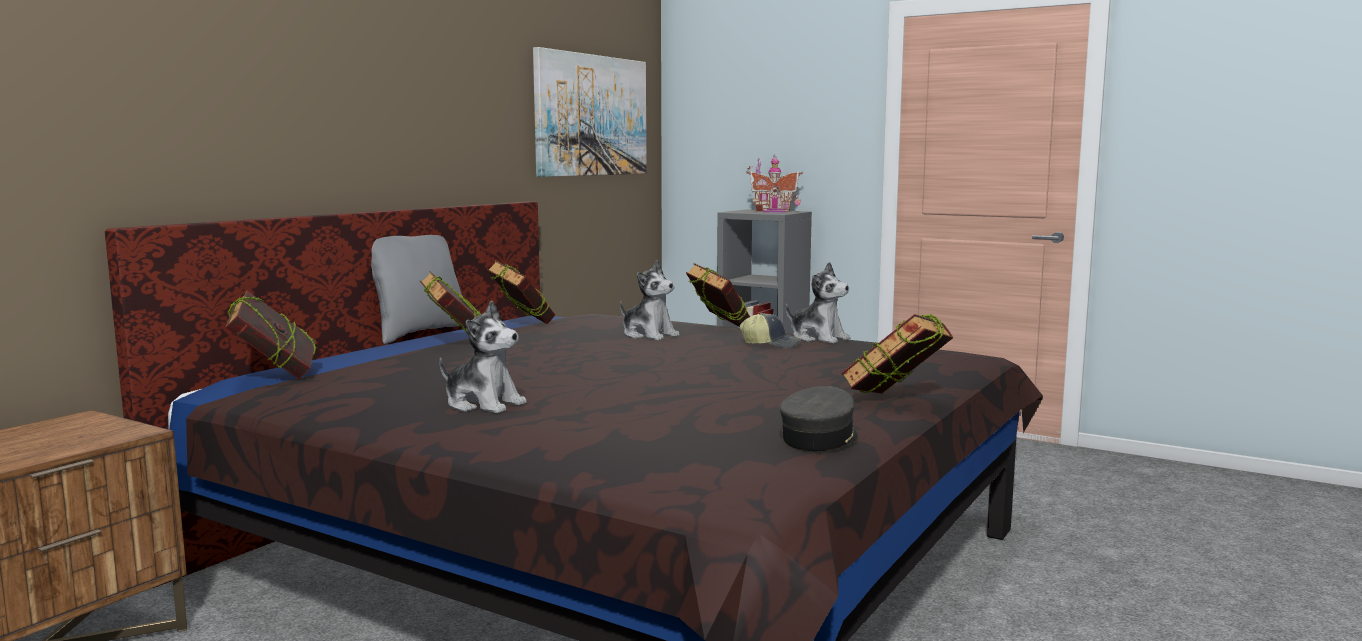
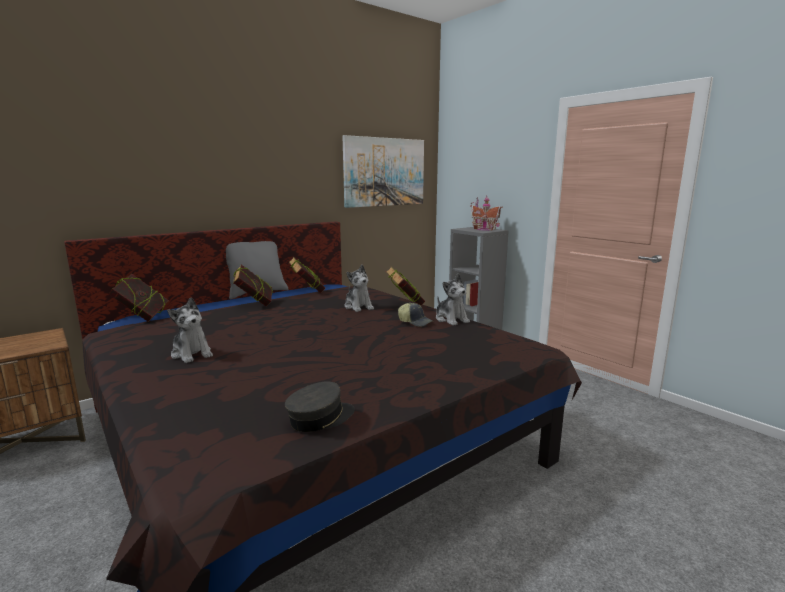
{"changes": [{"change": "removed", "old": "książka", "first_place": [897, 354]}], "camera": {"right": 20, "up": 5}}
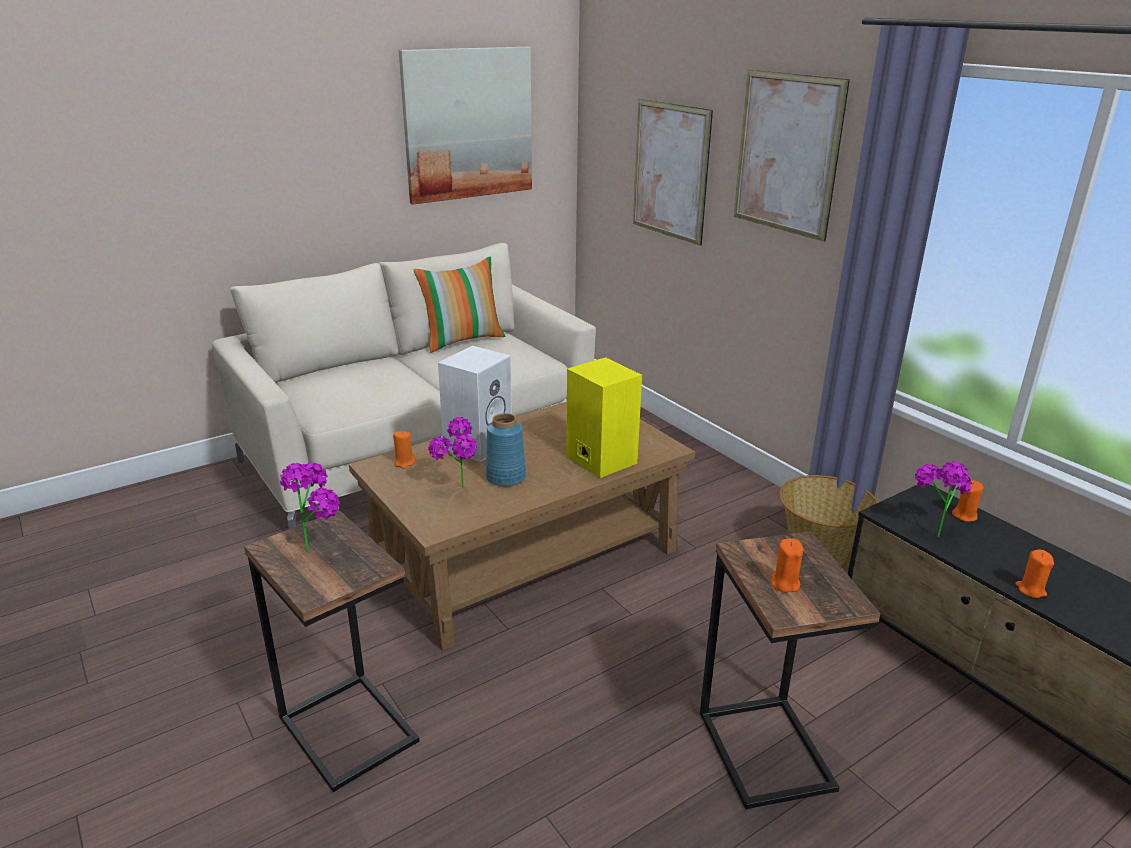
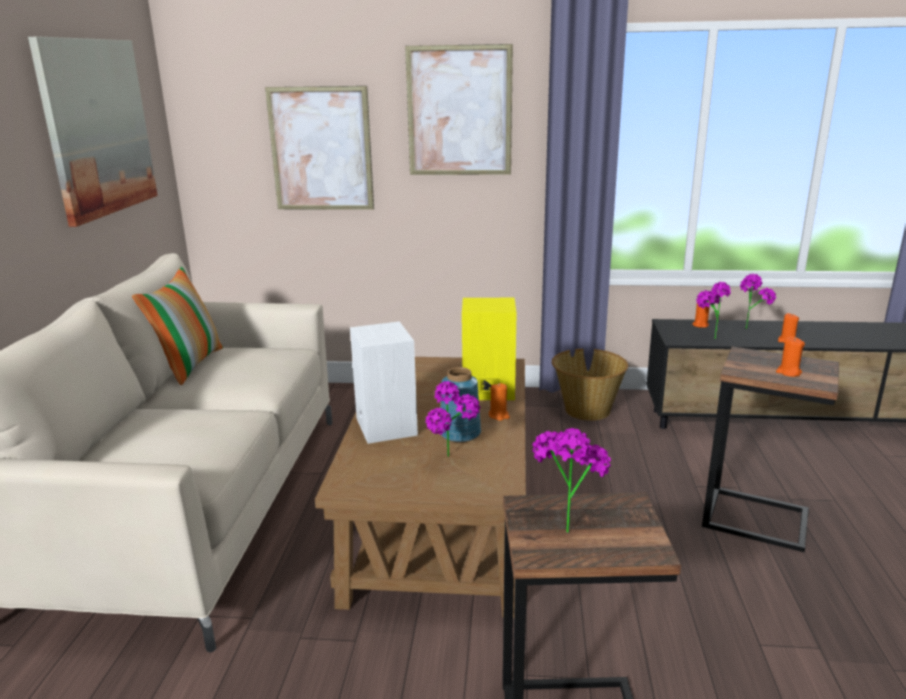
{"changes": [{"change": "moved", "old": "świeca (pomarańczowy)", "first_place": [404, 450], "second_place": [499, 402]}, {"change": "added", "new": "roślina doniczkowa", "second_place": [758, 301]}], "camera": {"right": -50, "up": -5}}
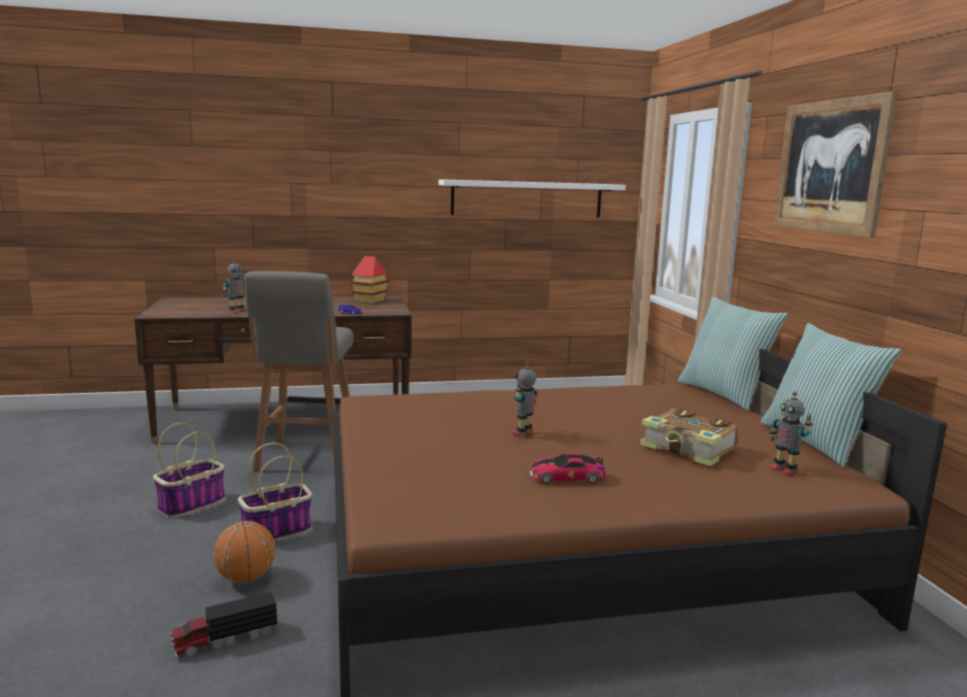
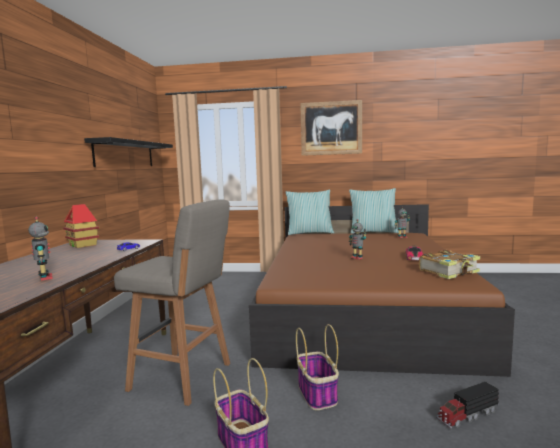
{"changes": [{"change": "recoloured", "old": "półka (biały)", "new": "półka (czarny)", "first_place": [532, 198], "second_place": [128, 152]}, {"change": "moved", "old": "książka", "first_place": [689, 437], "second_place": [449, 264]}, {"change": "removed", "old": "piłka do koszykówki", "first_place": [244, 552]}, {"change": "turned", "old": "ciężarówka zabawkowa", "first_place": [224, 625], "second_place": [467, 405], "degrees": 75}], "camera": {"right": -70, "up": -5}}
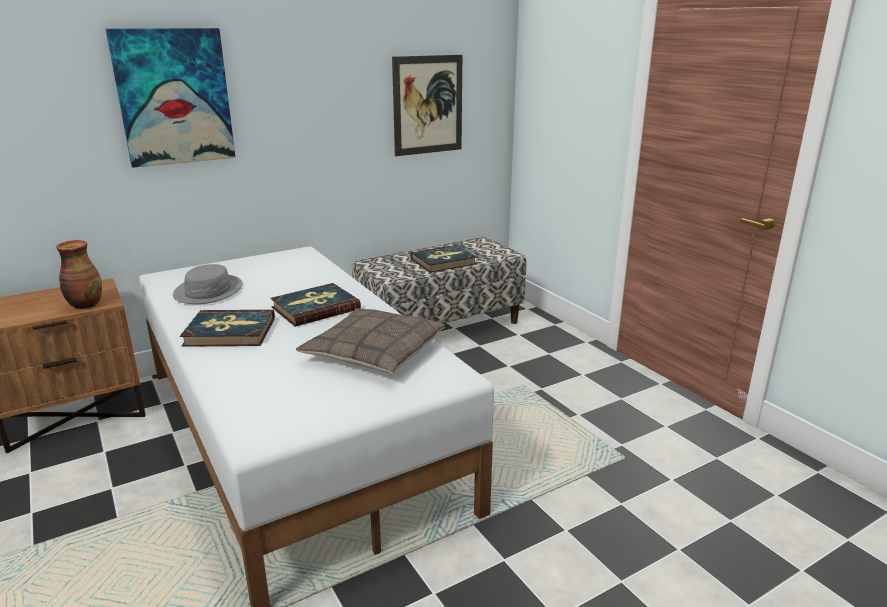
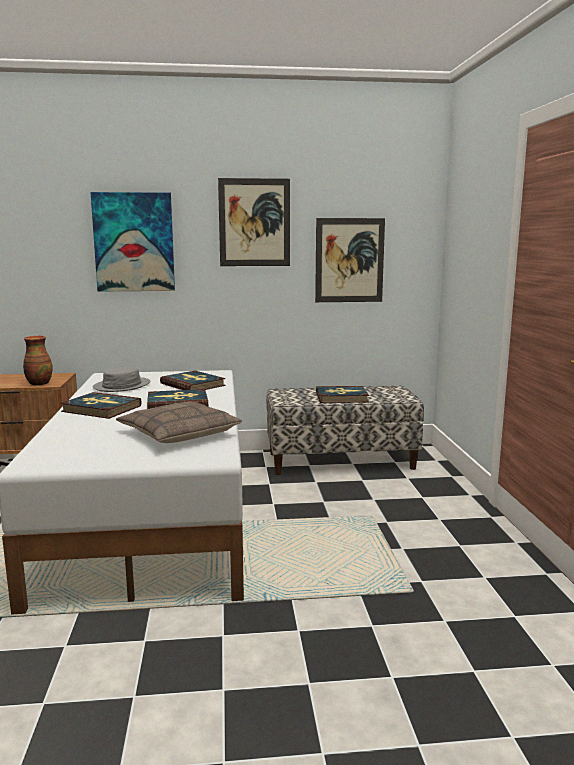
{"changes": [{"change": "added", "new": "obraz", "second_place": [254, 222]}, {"change": "added", "new": "książka", "second_place": [193, 380]}], "camera": {"right": 25, "up": -10}}
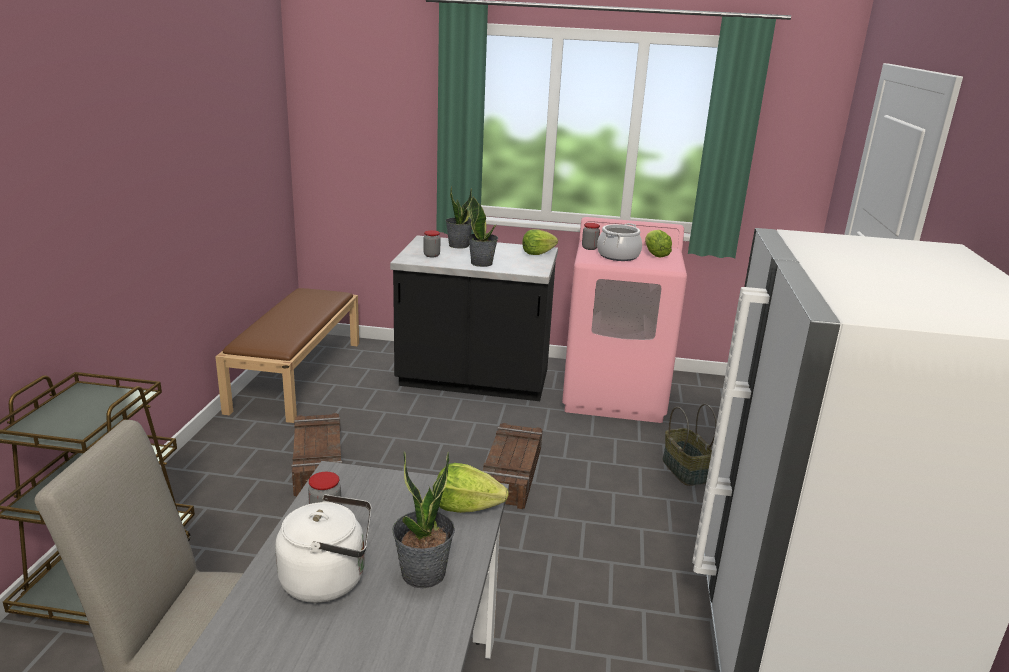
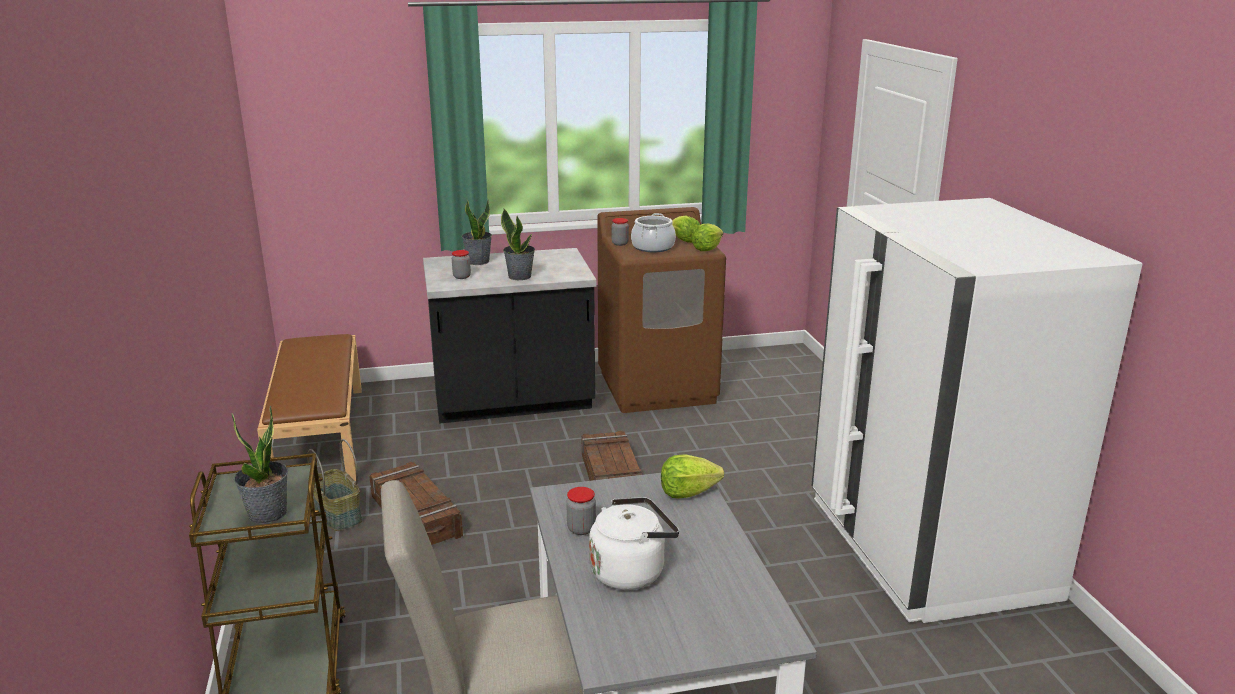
{"changes": [{"change": "recoloured", "old": "pralka (różowy)", "new": "pralka (brązowy)", "first_place": [624, 320], "second_place": [661, 310]}, {"change": "moved", "old": "sałata", "first_place": [540, 242], "second_place": [707, 237]}, {"change": "moved", "old": "koszyk", "first_place": [689, 445], "second_place": [334, 485]}, {"change": "moved", "old": "roślina doniczkowa", "first_place": [424, 519], "second_place": [260, 465]}], "camera": {"right": -20, "up": 0}}
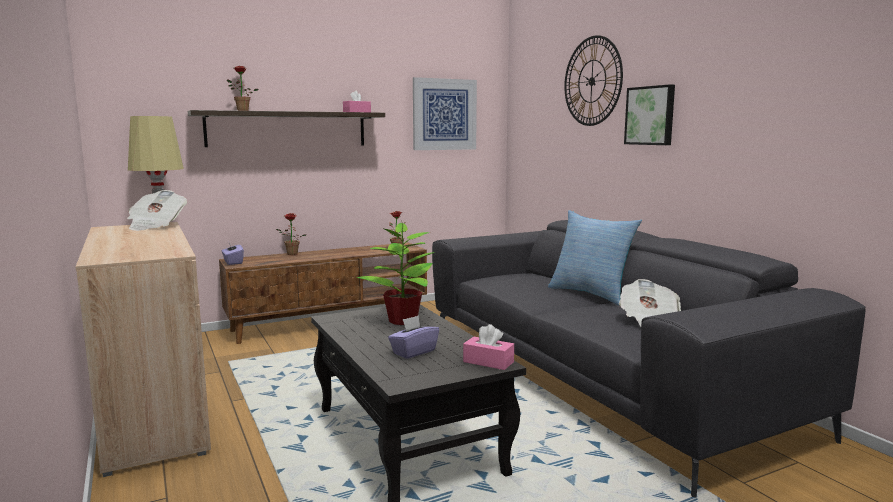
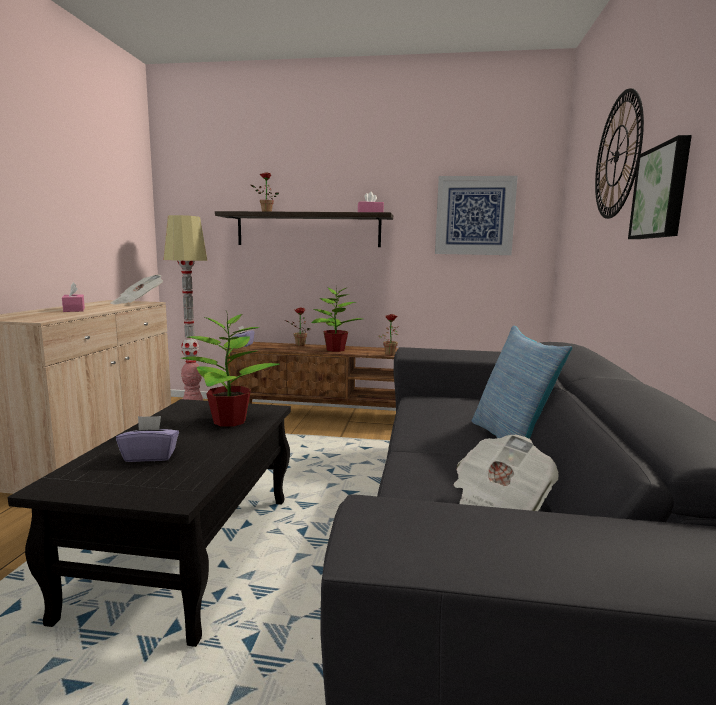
{"changes": [{"change": "moved", "old": "pudełko chusteczek (różowy)", "first_place": [488, 347], "second_place": [73, 297]}, {"change": "added", "new": "roślina doniczkowa", "second_place": [337, 318]}], "camera": {"right": 35, "up": 0}}
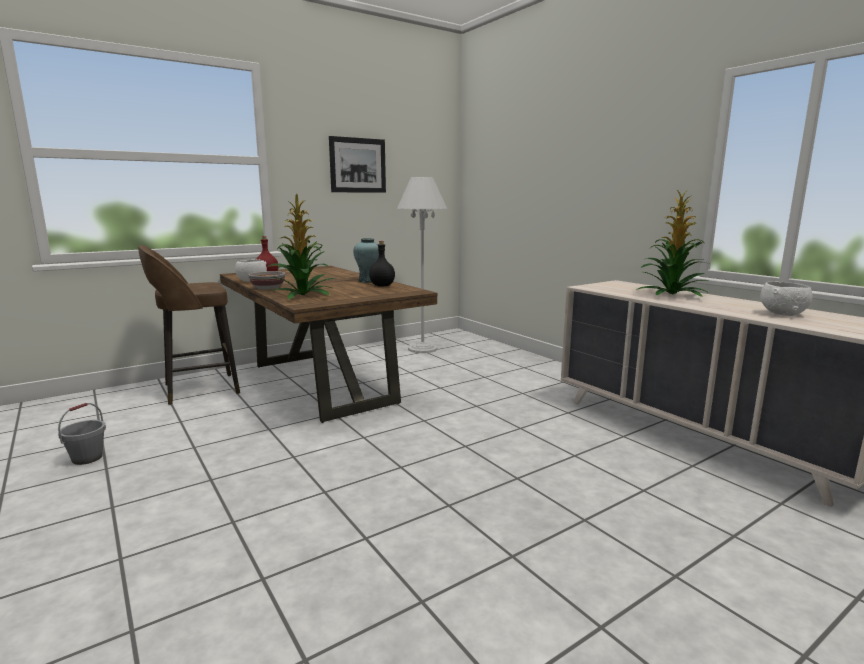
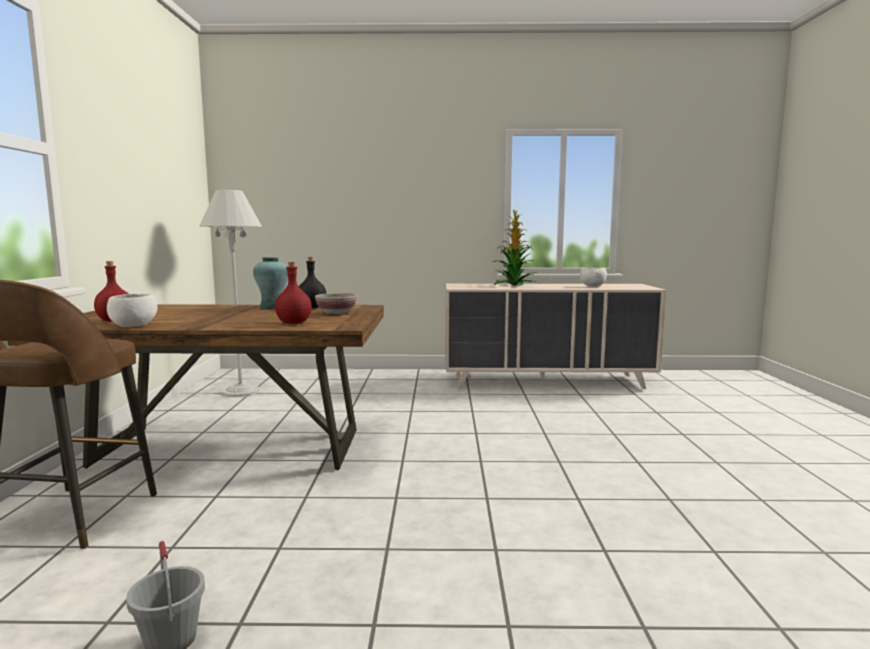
{"changes": [{"change": "removed", "old": "obraz", "first_place": [357, 164]}, {"change": "replaced", "old": "roślina doniczkowa", "new": "butelka (czerwony)", "first_place": [302, 246], "second_place": [293, 293]}, {"change": "moved", "old": "miska", "first_place": [266, 280], "second_place": [336, 303]}], "camera": {"right": -55, "up": -5}}
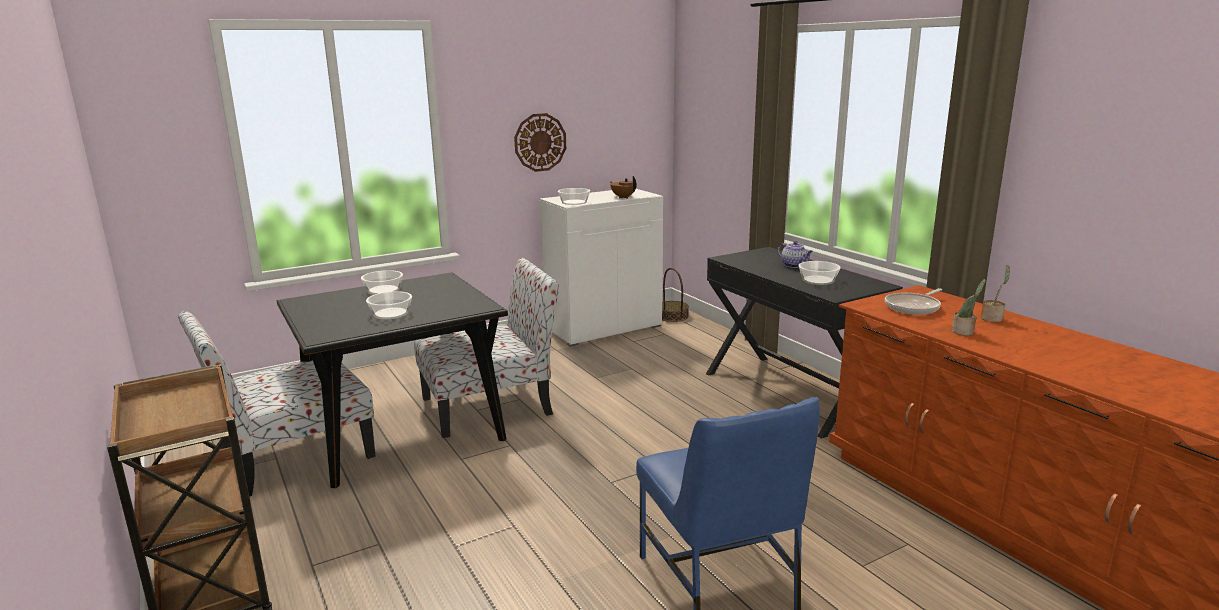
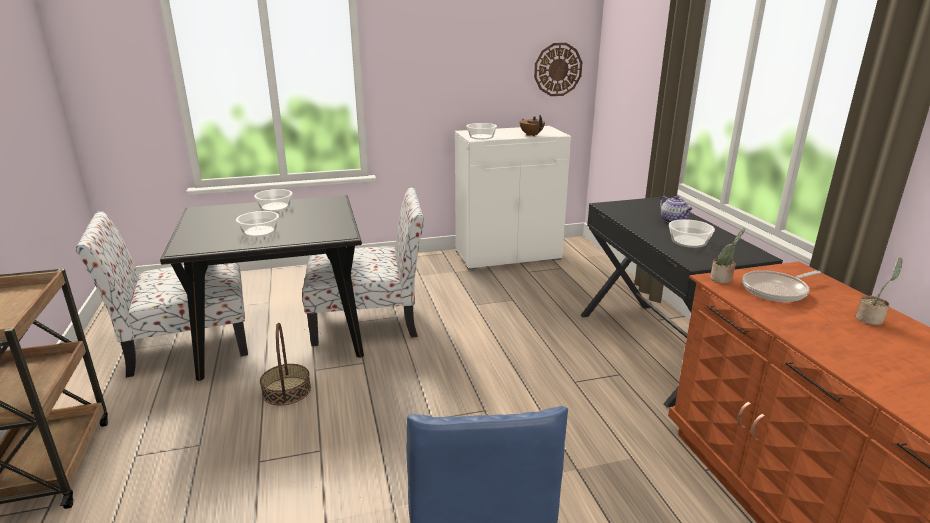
{"changes": [{"change": "moved", "old": "zegar ścienny", "first_place": [540, 142], "second_place": [558, 69]}, {"change": "moved", "old": "koszyk", "first_place": [675, 295], "second_place": [285, 364]}, {"change": "moved", "old": "roślina doniczkowa", "first_place": [969, 307], "second_place": [727, 256]}], "camera": {"right": 15, "up": 5}}
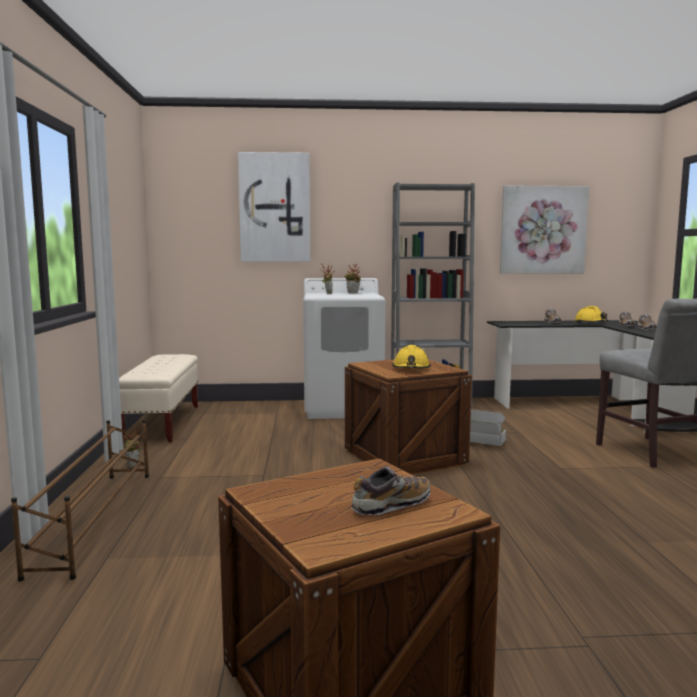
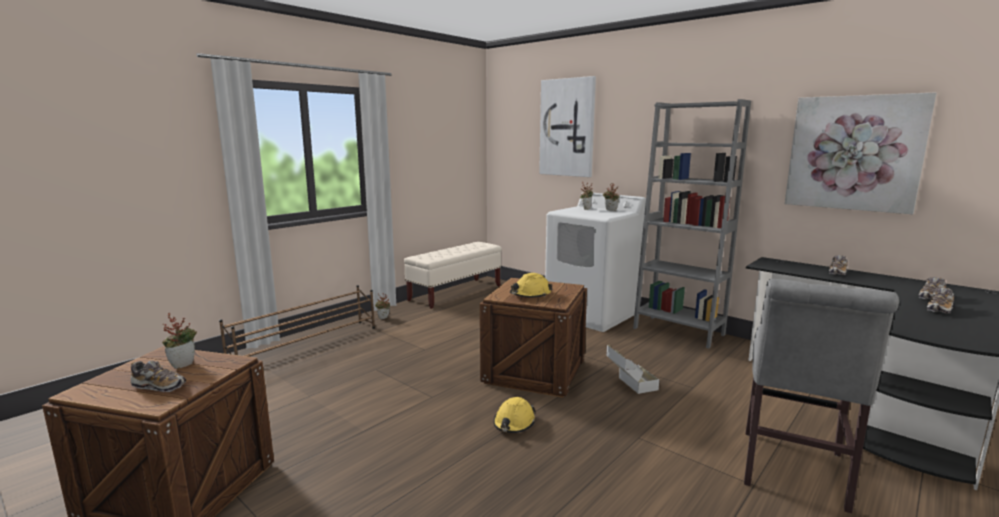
{"changes": [{"change": "moved", "old": "kask (żółty)", "first_place": [591, 314], "second_place": [514, 415]}, {"change": "added", "new": "roślina doniczkowa", "second_place": [179, 340]}], "camera": {"right": 45, "up": 5}}
